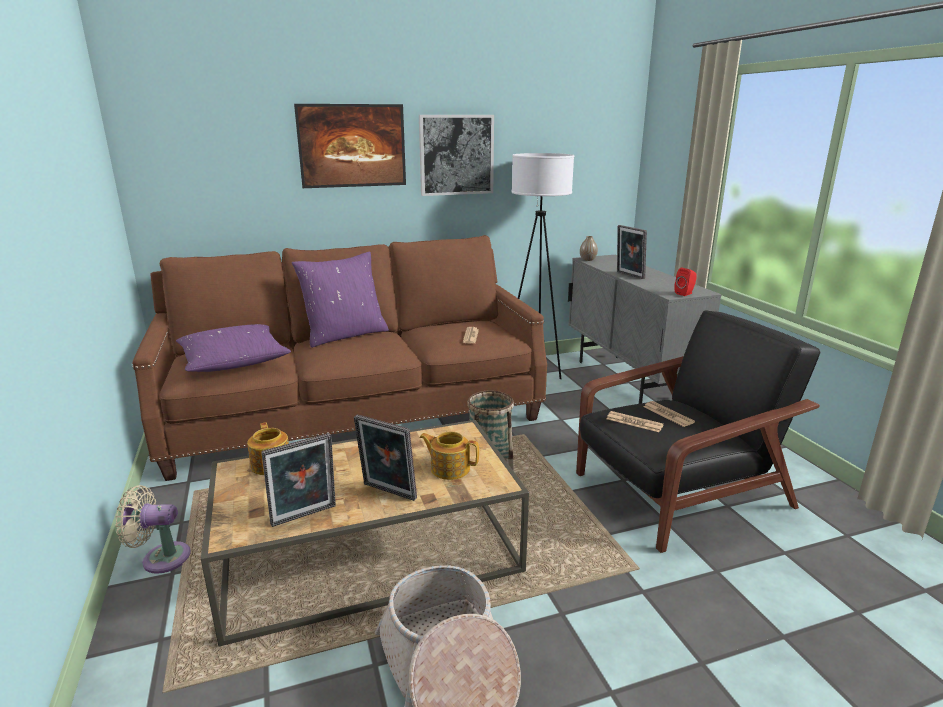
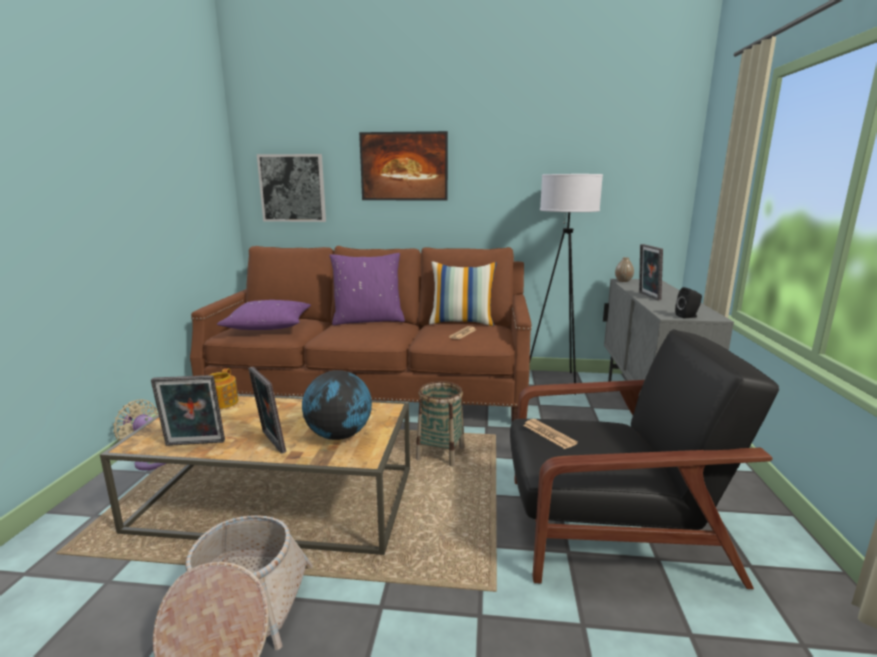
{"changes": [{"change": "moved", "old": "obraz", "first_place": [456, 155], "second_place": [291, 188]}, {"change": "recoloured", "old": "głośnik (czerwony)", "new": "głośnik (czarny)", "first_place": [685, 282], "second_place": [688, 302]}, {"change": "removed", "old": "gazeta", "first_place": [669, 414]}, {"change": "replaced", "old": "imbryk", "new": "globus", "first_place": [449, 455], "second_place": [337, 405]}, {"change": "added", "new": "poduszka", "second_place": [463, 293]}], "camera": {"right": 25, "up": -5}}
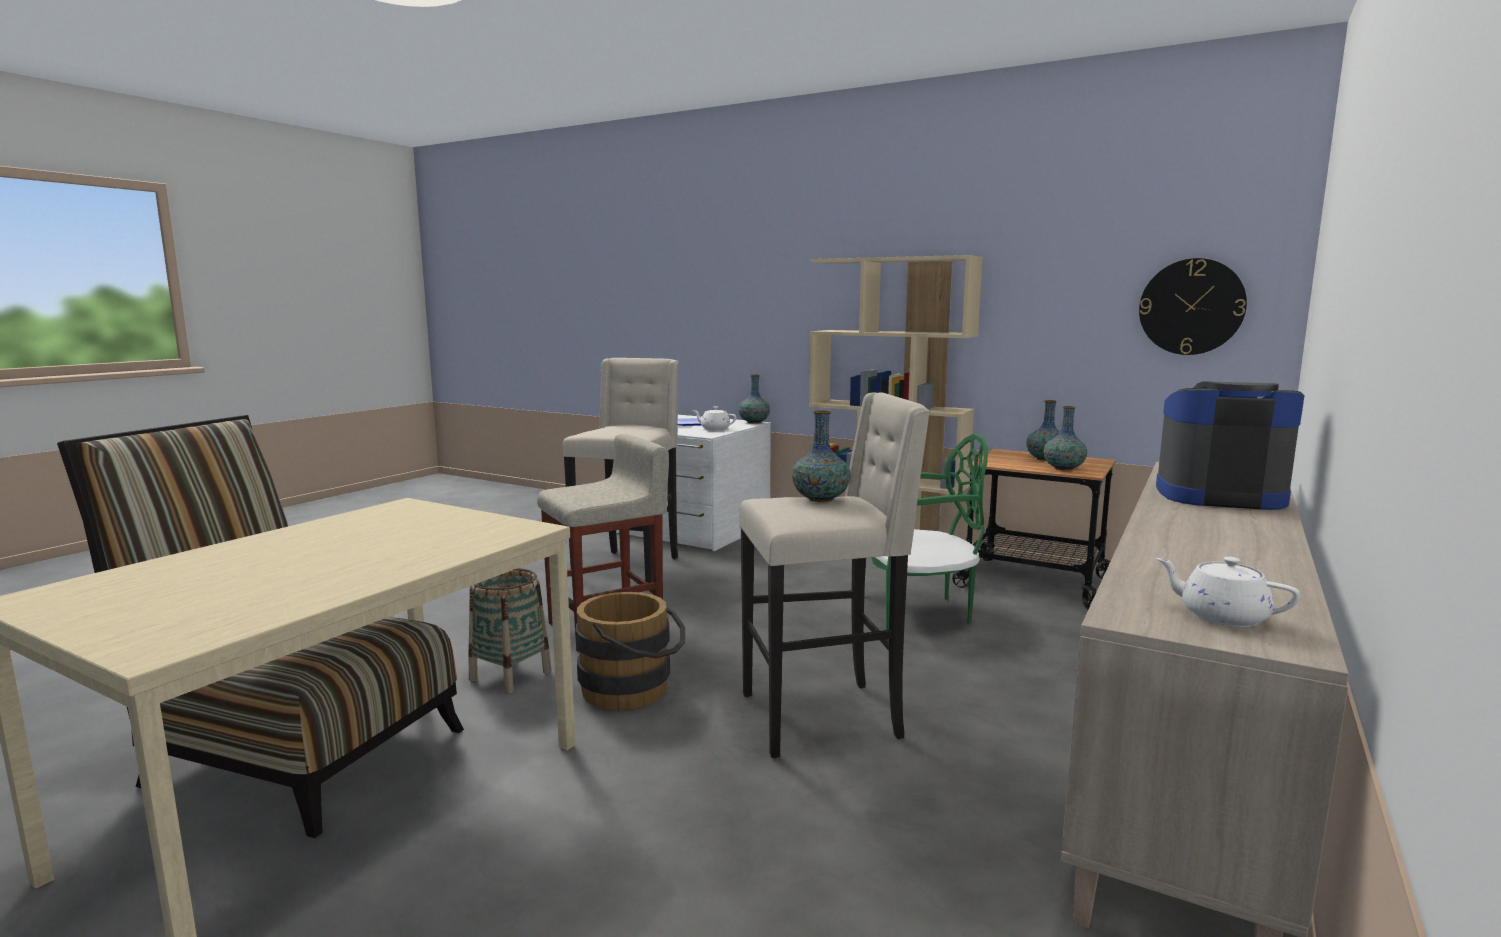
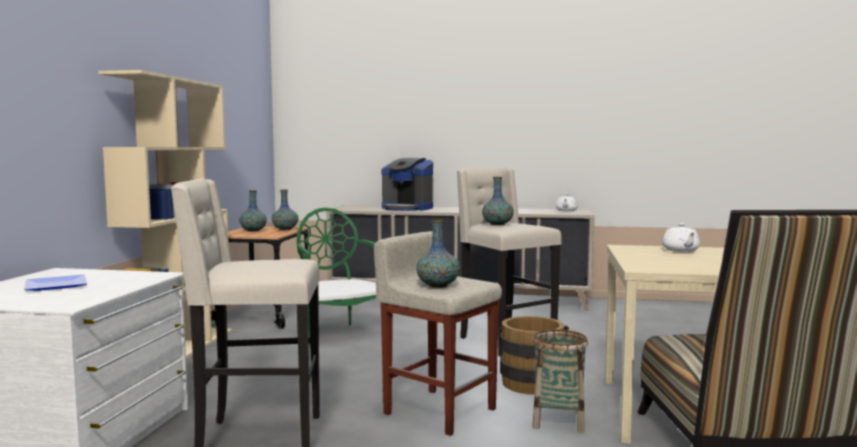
{"changes": [{"change": "removed", "old": "zegar ścienny", "first_place": [1193, 306]}, {"change": "moved", "old": "wazon", "first_place": [754, 399], "second_place": [438, 254]}, {"change": "turned", "old": "ekspres do kawy", "first_place": [1230, 445], "second_place": [407, 184], "degrees": -60}, {"change": "moved", "old": "imbryk (biały)", "first_place": [714, 418], "second_place": [681, 237]}], "camera": {"right": -110, "up": -5}}
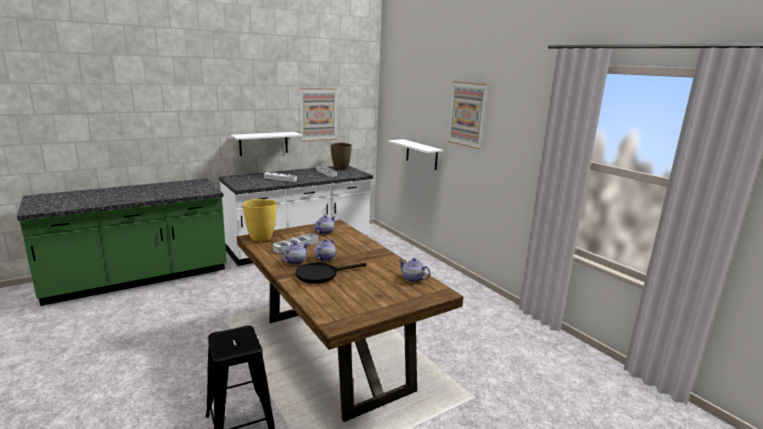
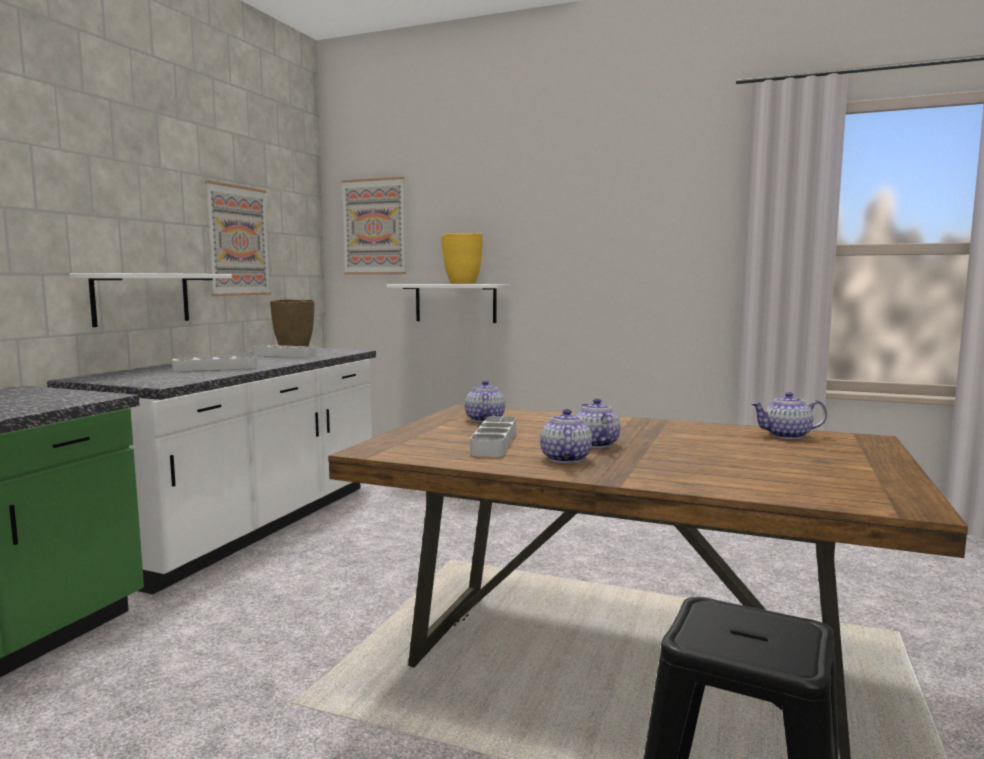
{"changes": [{"change": "moved", "old": "obraz", "first_place": [467, 115], "second_place": [373, 225]}, {"change": "moved", "old": "wazon (żółty)", "first_place": [259, 220], "second_place": [462, 258]}, {"change": "removed", "old": "patelnia (czarny)", "first_place": [331, 273]}], "camera": {"right": -35, "up": -10}}
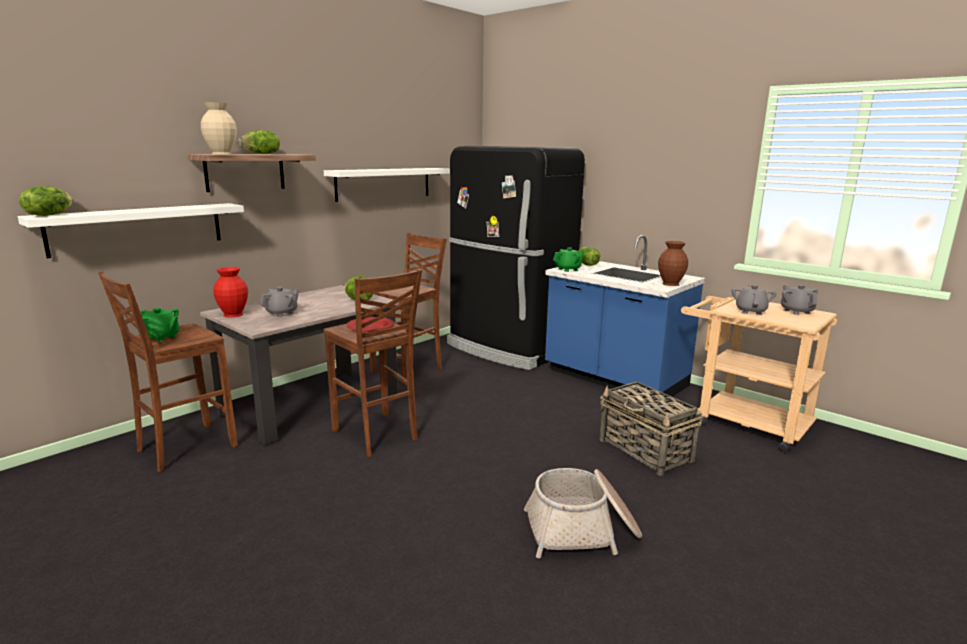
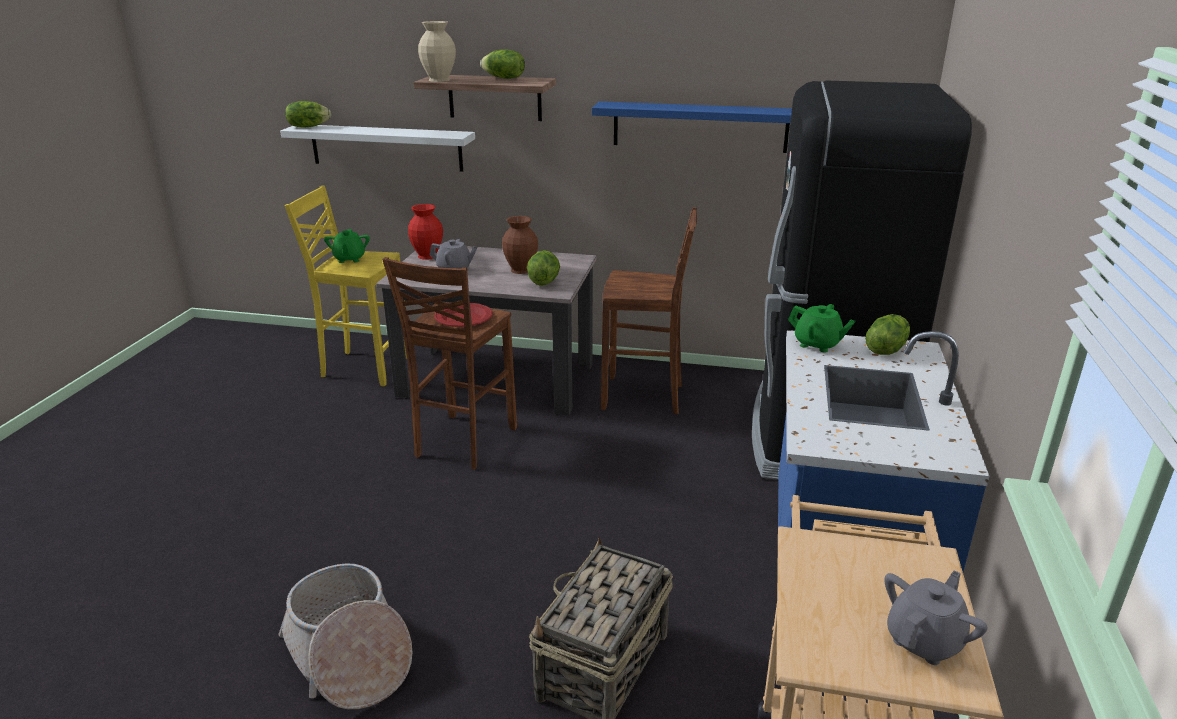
{"changes": [{"change": "recoloured", "old": "półka (biały)", "new": "półka (niebieski)", "first_place": [387, 185], "second_place": [692, 127]}, {"change": "moved", "old": "wazon (brązowy)", "first_place": [673, 263], "second_place": [520, 245]}, {"change": "recoloured", "old": "stołek (brązowy)", "new": "stołek (żółty)", "first_place": [168, 371], "second_place": [346, 285]}, {"change": "removed", "old": "imbryk (szary)", "first_place": [754, 300]}], "camera": {"right": 60, "up": 10}}
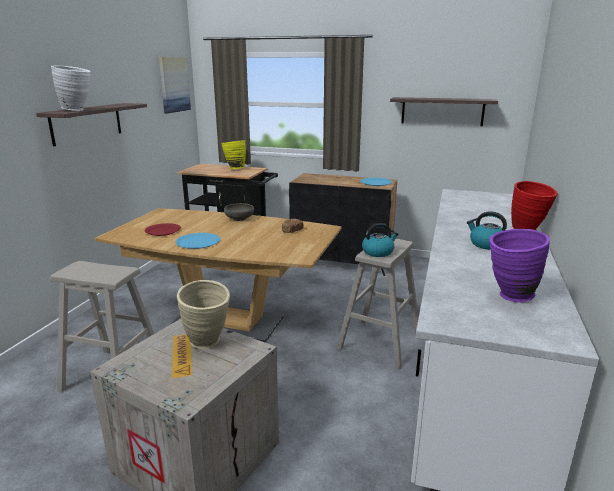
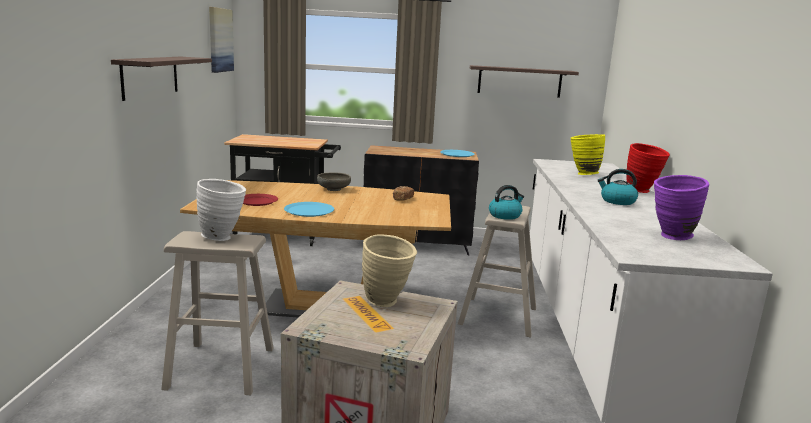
{"changes": [{"change": "moved", "old": "wazon (biały)", "first_place": [71, 88], "second_place": [221, 210]}, {"change": "moved", "old": "wazon (żółty)", "first_place": [233, 155], "second_place": [588, 154]}], "camera": {"right": -15, "up": -5}}
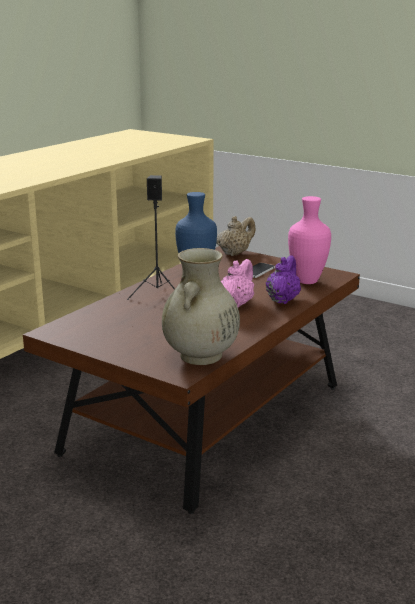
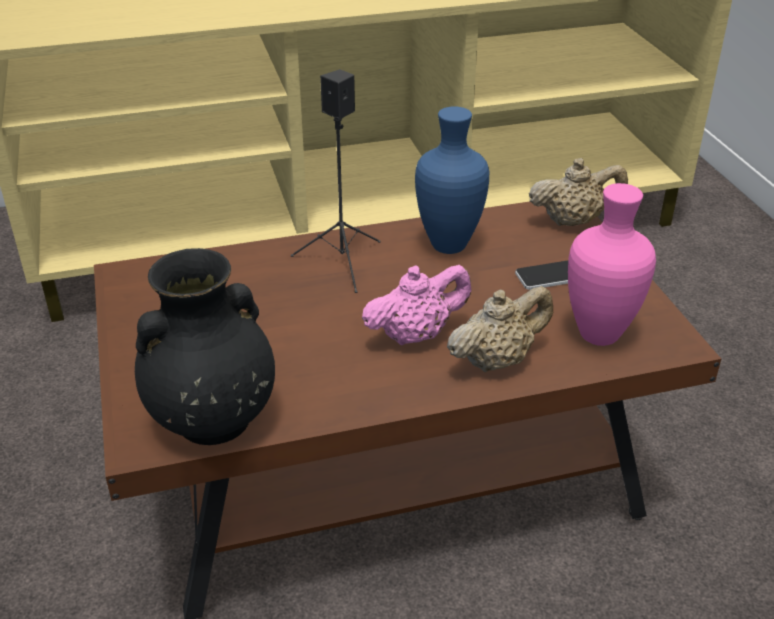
{"changes": [{"change": "recoloured", "old": "wazon (beżowy)", "new": "wazon (czarny)", "first_place": [201, 306], "second_place": [205, 346]}, {"change": "recoloured", "old": "imbryk (fioletowy)", "new": "imbryk (beżowy)", "first_place": [283, 279], "second_place": [500, 329]}], "camera": {"right": 40, "up": 15}}
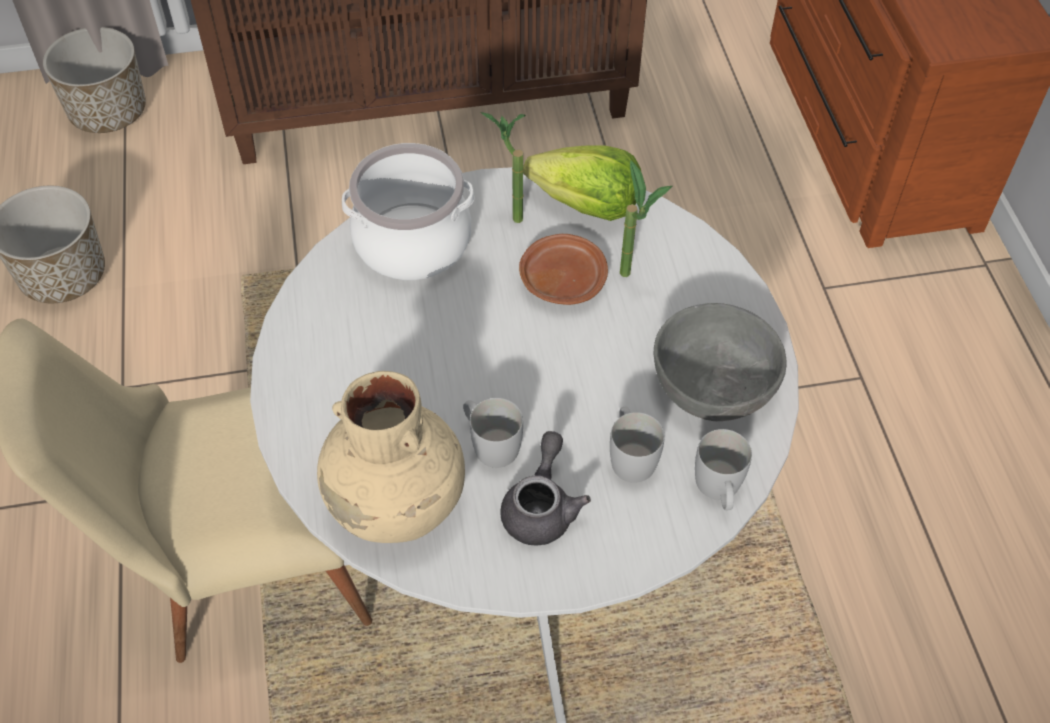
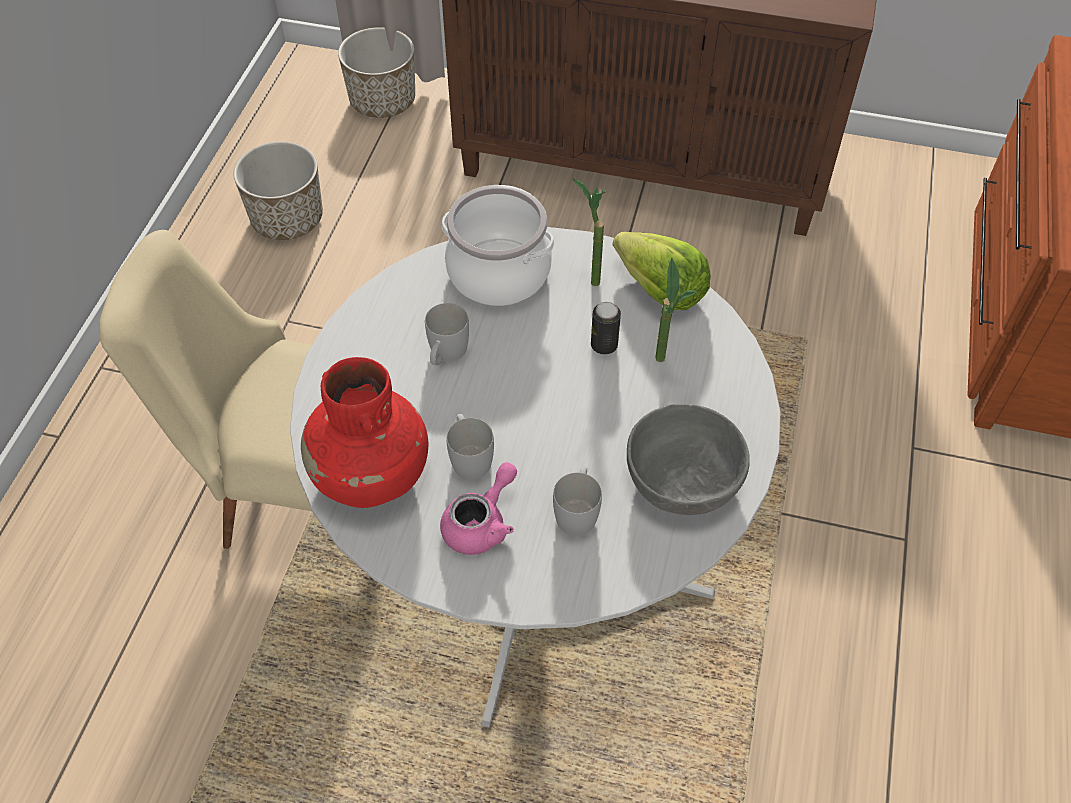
{"changes": [{"change": "replaced", "old": "talerz (brązowy)", "new": "puszka", "first_place": [563, 269], "second_place": [606, 328]}, {"change": "recoloured", "old": "wazon (beżowy)", "new": "wazon (czerwony)", "first_place": [391, 457], "second_place": [364, 432]}, {"change": "moved", "old": "kubek (biały)", "first_place": [723, 469], "second_place": [447, 334]}, {"change": "recoloured", "old": "imbryk (szary)", "new": "imbryk (różowy)", "first_place": [545, 488], "second_place": [478, 508]}], "camera": {"right": 25, "up": 0}}
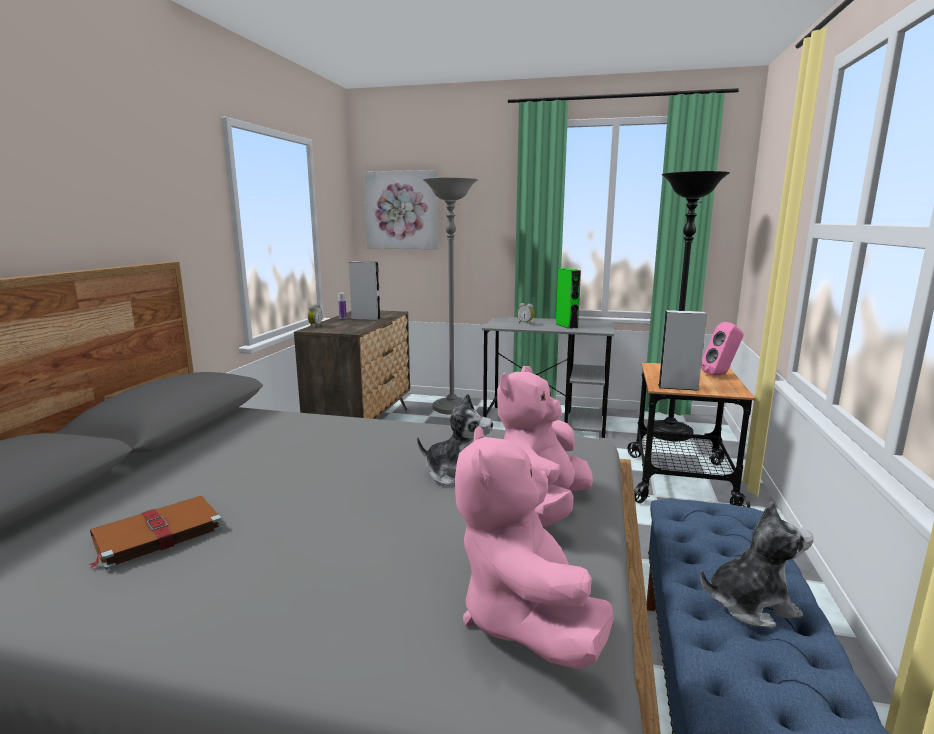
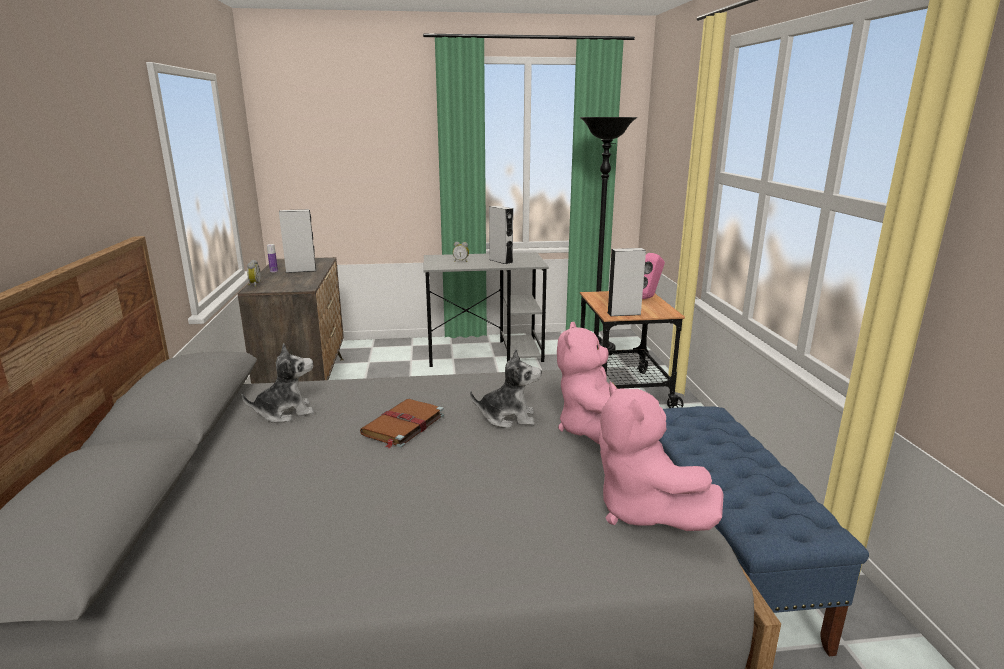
{"changes": [{"change": "removed", "old": "obraz", "first_place": [400, 209]}, {"change": "removed", "old": "lampa stojąca (szary)", "first_place": [450, 296]}, {"change": "recoloured", "old": "głośnik (zielony)", "new": "głośnik (szary)", "first_place": [568, 298], "second_place": [501, 235]}, {"change": "moved", "old": "książka (brązowy)", "first_place": [155, 533], "second_place": [402, 423]}, {"change": "moved", "old": "pluszak", "first_place": [756, 564], "second_place": [278, 383]}], "camera": {"right": -20, "up": 5}}
